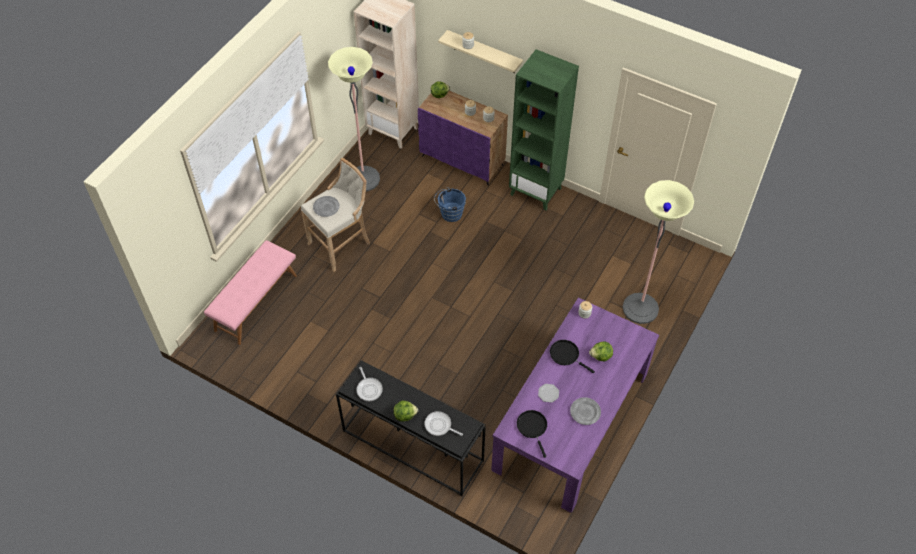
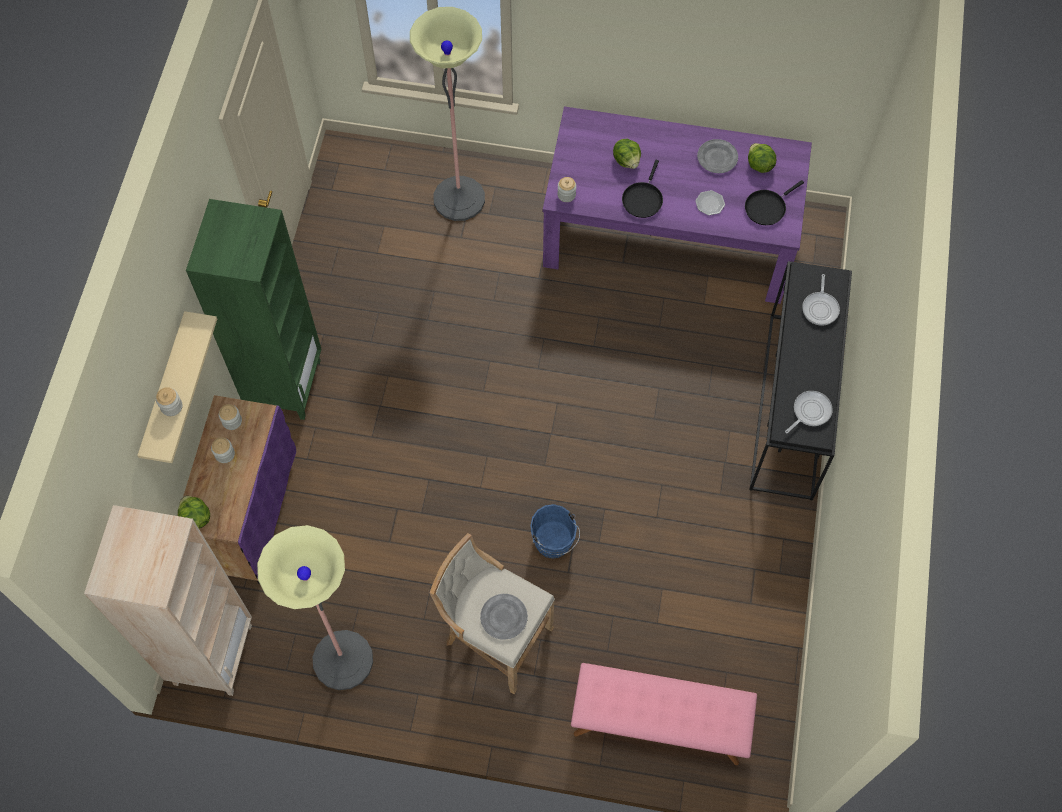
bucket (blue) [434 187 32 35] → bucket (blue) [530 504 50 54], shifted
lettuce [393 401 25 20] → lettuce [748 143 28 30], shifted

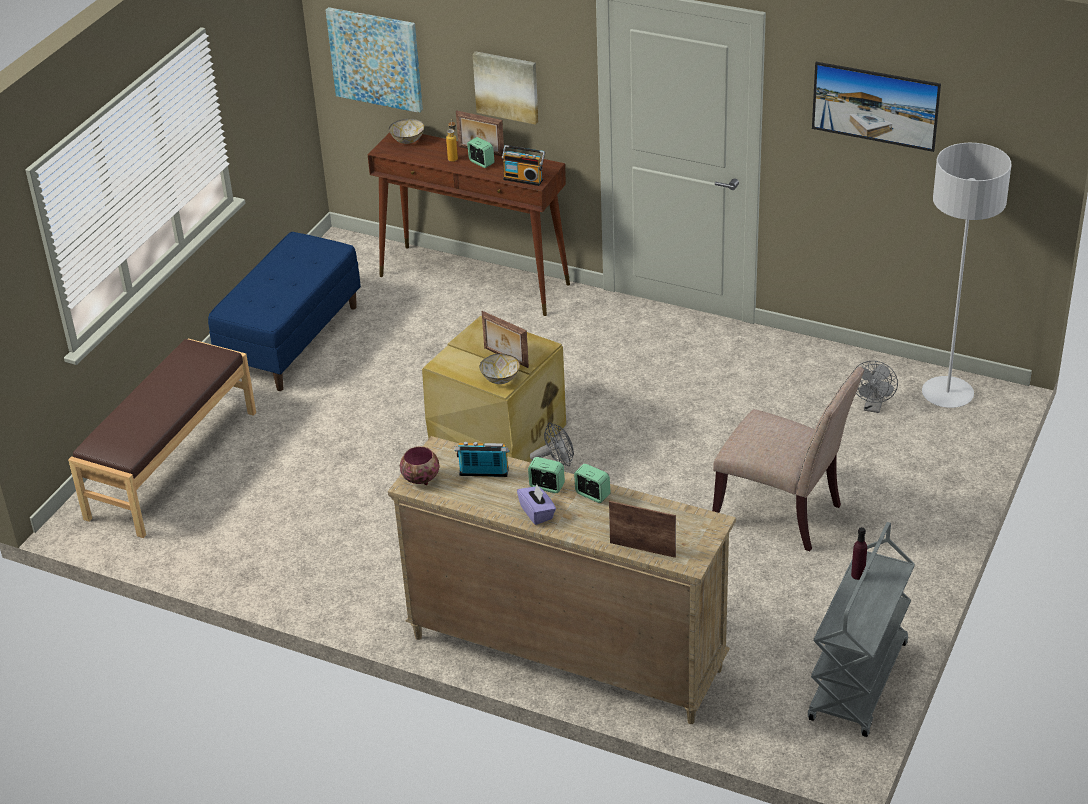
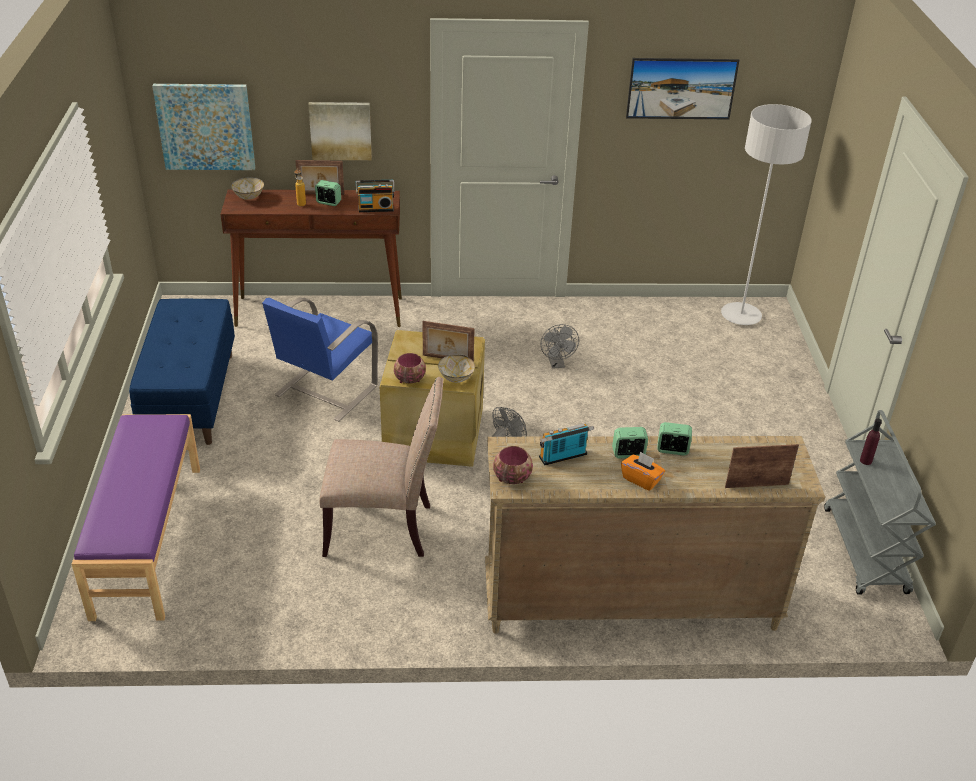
bench (brown) [68 339 188 199] → bench (purple) [72 414 128 207]
fan (grey) [854 361 44 52] → fan (grey) [541 324 38 45], shifted
chair (beige) [712 367 152 184] → chair (beige) [320 377 124 180], shifted
tissue box (purple) [517 484 39 41] → tissue box (orange) [621 451 44 40]
- → chair (blue) [262 298 116 124]
- → bowl [394 353 32 31]

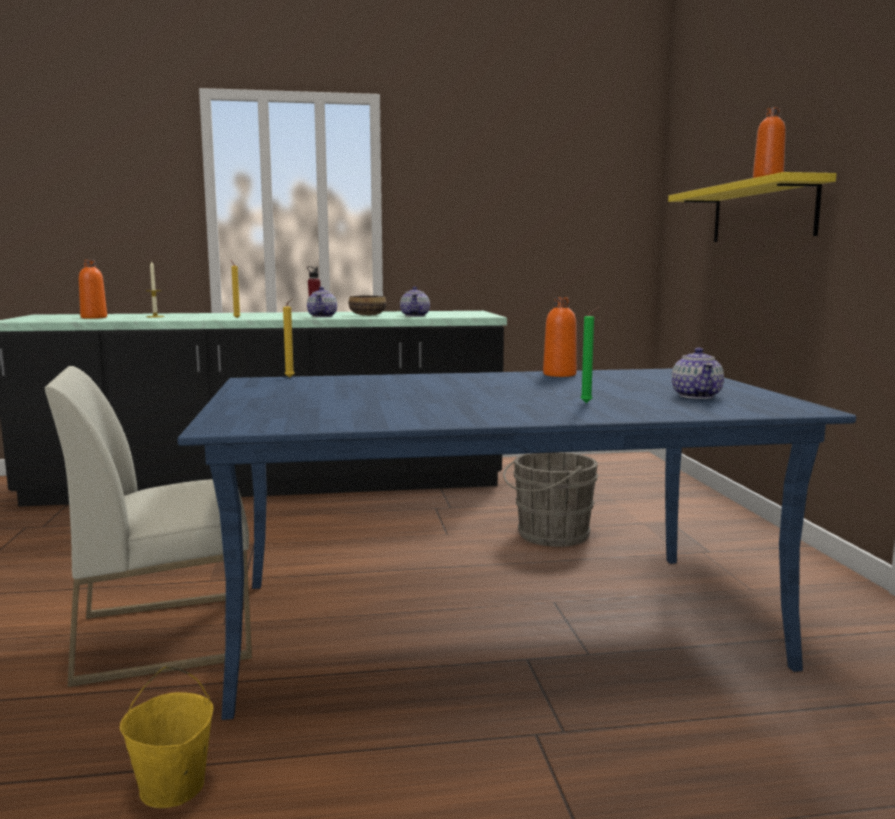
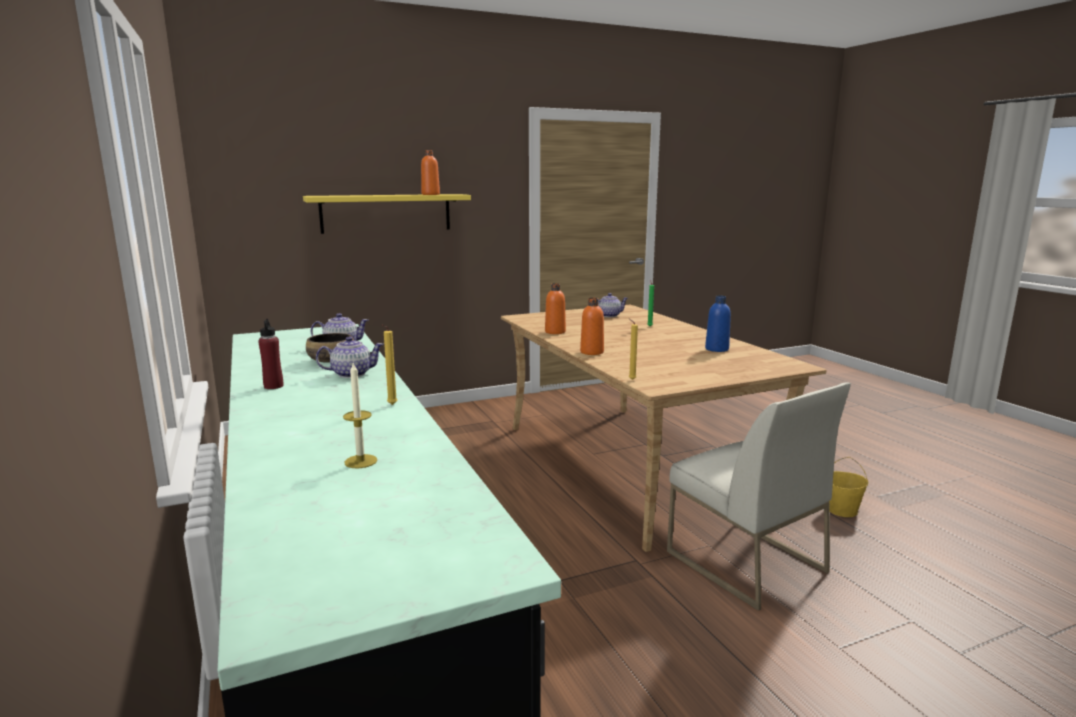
bottle (orange) [79 260 28 59] → bottle (orange) [580 298 24 57], shifted
dining table (blue) [177 368 679 352] → dining table (beige) [501 305 326 247]
bucket (grey) [503 452 95 95] → -
- → bottle (blue) [705 295 26 57]

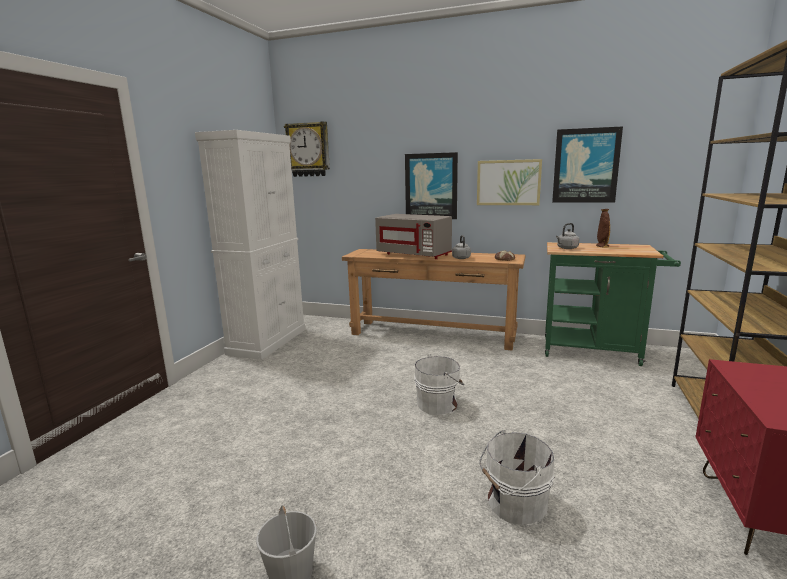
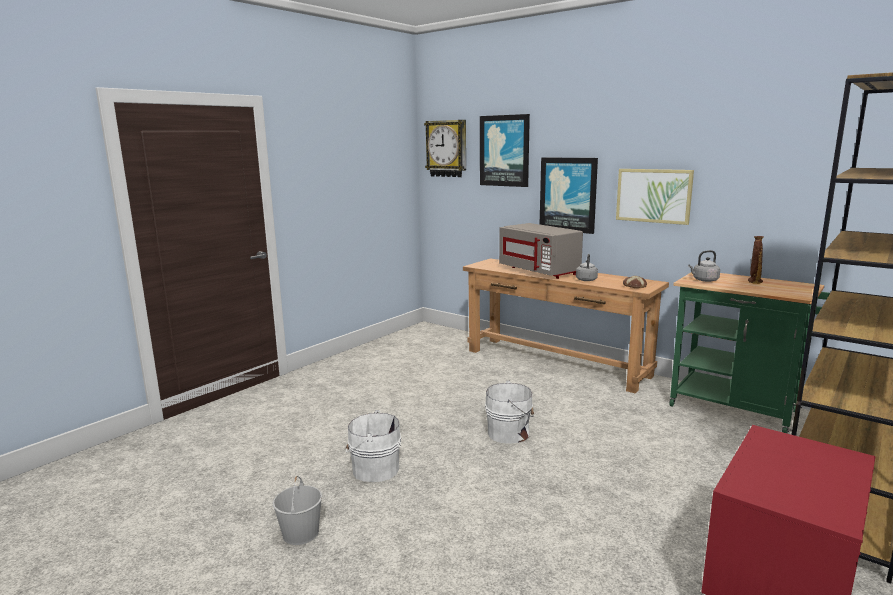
picture [552 126 71 77] → picture [480 114 50 73], shifted
cabinet (white) [195 130 111 230] → -
bucket (white) [479 430 75 95] → bucket (white) [346 410 55 72], shifted

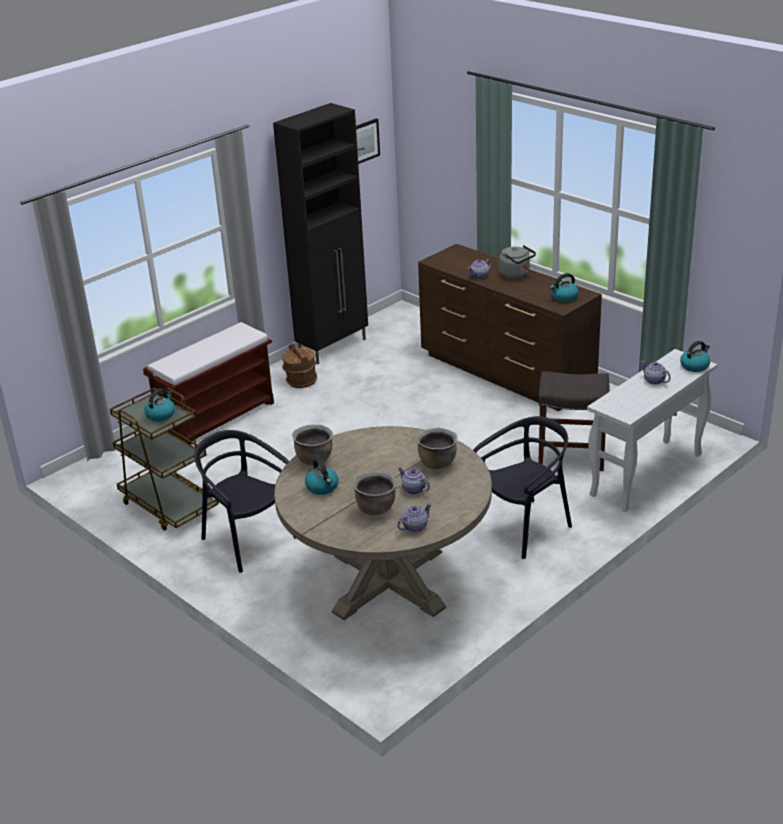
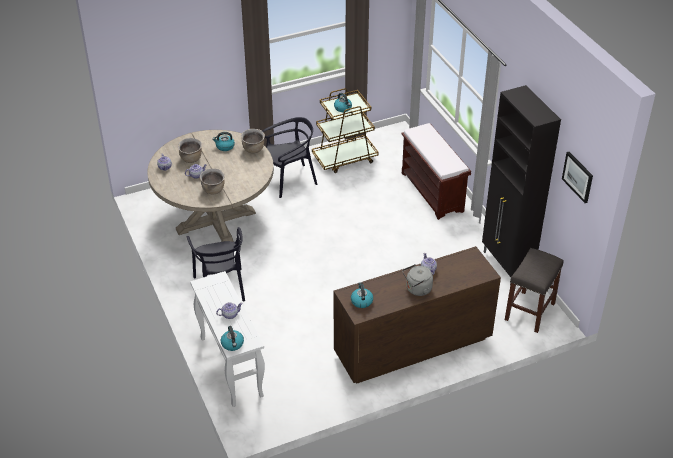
bucket (brown) [282 344 35 44] → -
stool (grey) [538 371 71 100] → stool (grey) [505 248 58 85], shifted

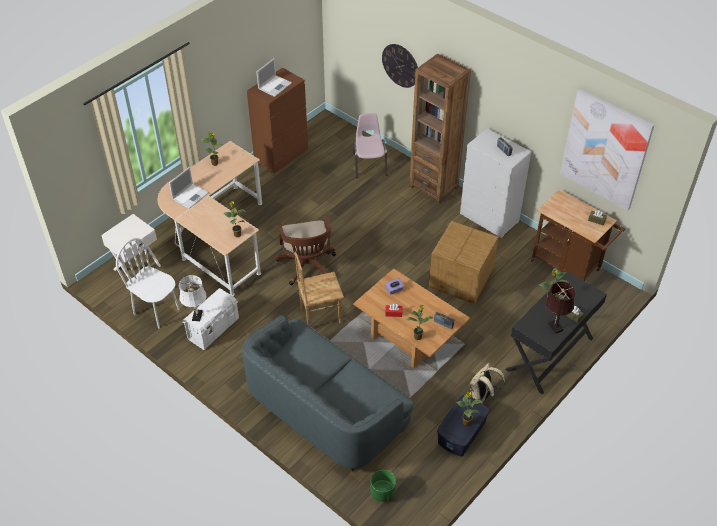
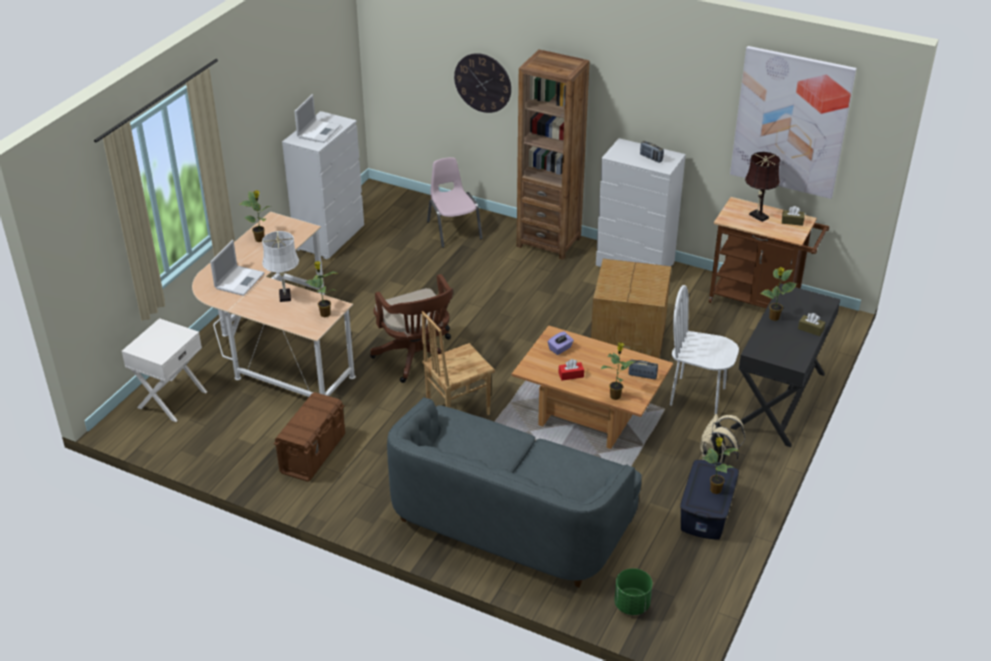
dresser (brown) [247 68 61 105] → dresser (white) [282 111 82 148]
chair (white) [116 238 64 91] → chair (white) [670 285 69 129], shifted
table lamp (white) [179 275 27 46] → table lamp (white) [262 231 37 71], shifted
table lamp (brown) [545 281 30 52] → table lamp (brown) [745 152 35 70], shifted
storage box (white) [183 288 56 62] → storage box (brown) [274 392 71 90]

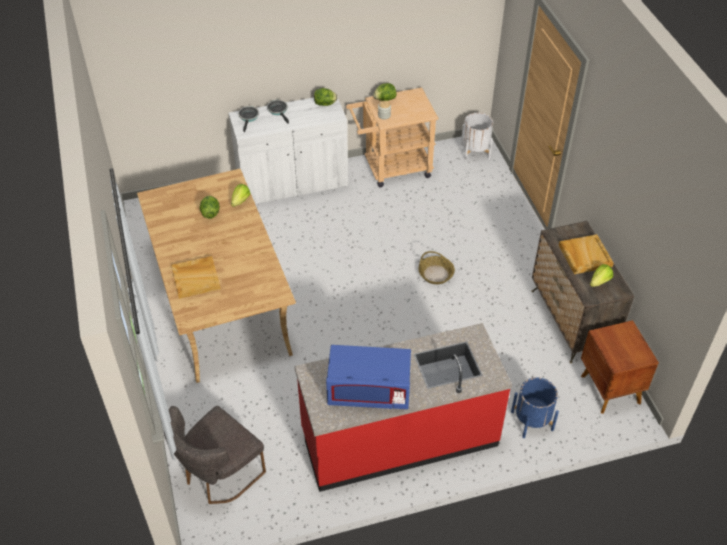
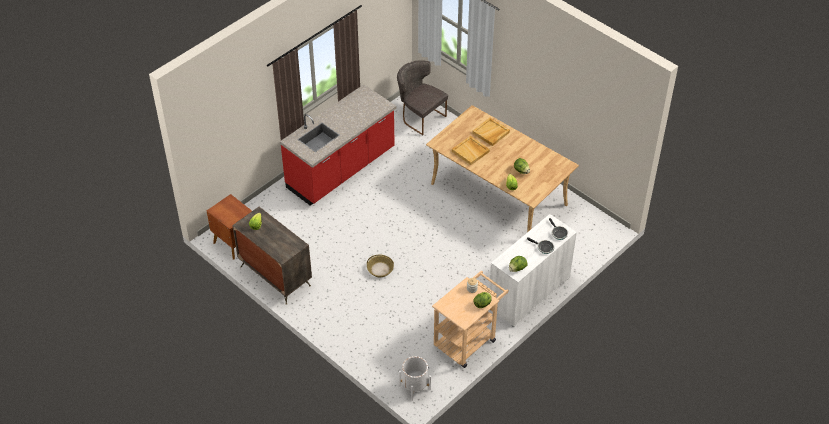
tray (beige) [559 234 55 40] → tray (beige) [452 136 38 29], shifted
microwave (blue) [326 345 85 64] → -
planter (blue) [511 377 48 61] → -
chair (grey) [163 406 103 98] → chair (grey) [397 60 51 75], 60 degrees counterclockwise

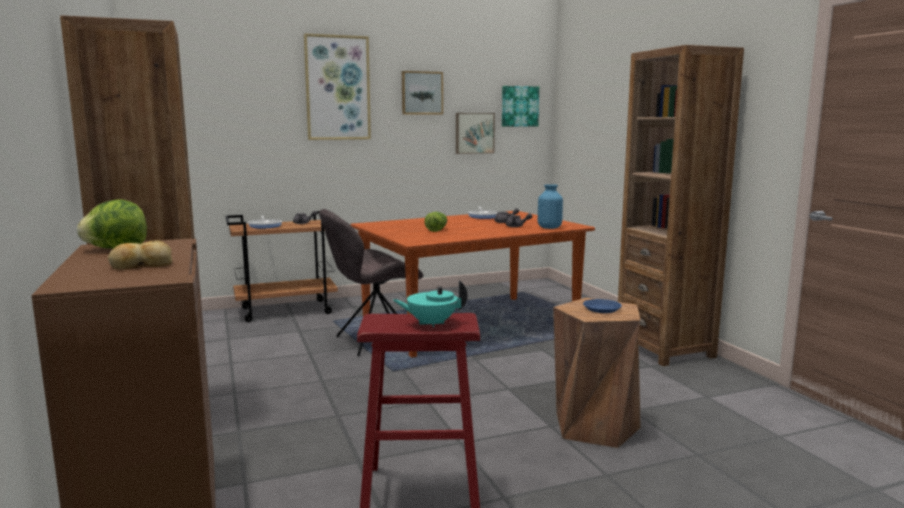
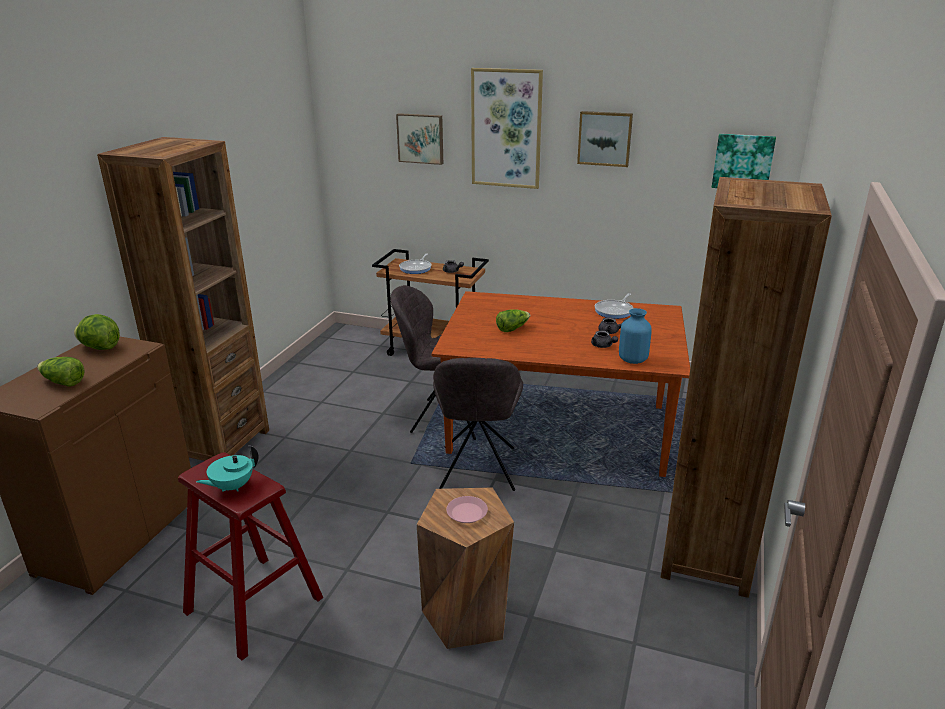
picture [456 113 39 41] → picture [396 113 47 52], shifted
bread [108 240 64 30] → lettuce [37 357 48 30]
teapot (turquoise) [393 280 74 48] → teapot (turquoise) [196 445 63 47], 75 degrees counterclockwise
plate (blue) [583 299 39 14] → plate (pink) [446 496 42 27]
- → chair (grey) [433 358 90 133]

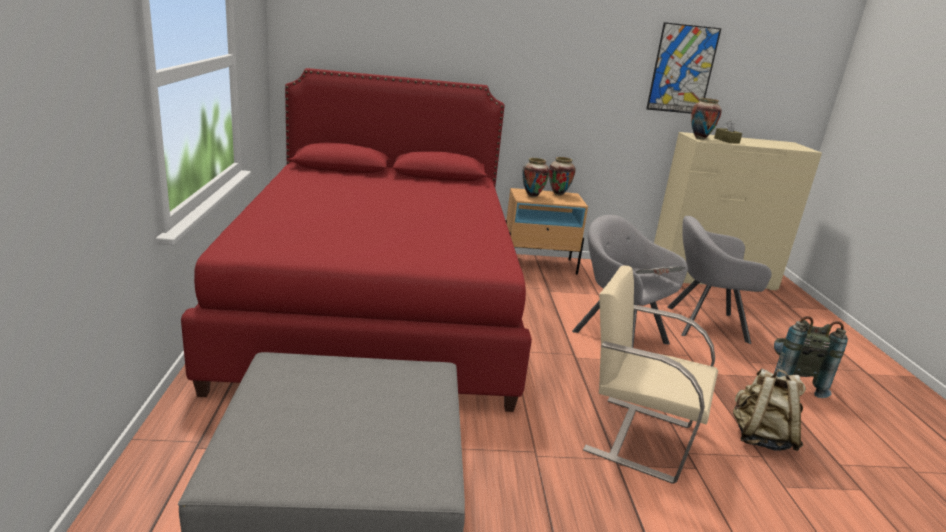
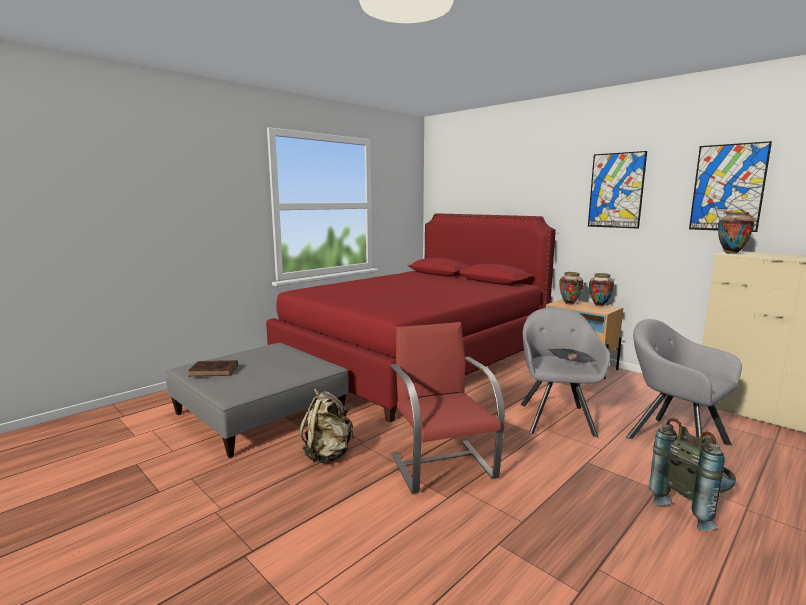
tissue box (brown) [714 121 28 23] → -
chair (beige) [583 266 135 218] → chair (red) [390 322 115 172]
backpack (beige) [733 368 73 83] → backpack (beige) [299 388 55 75], shifted
- → picture [588 151 59 78]
- → book (brown) [188 360 50 17]

